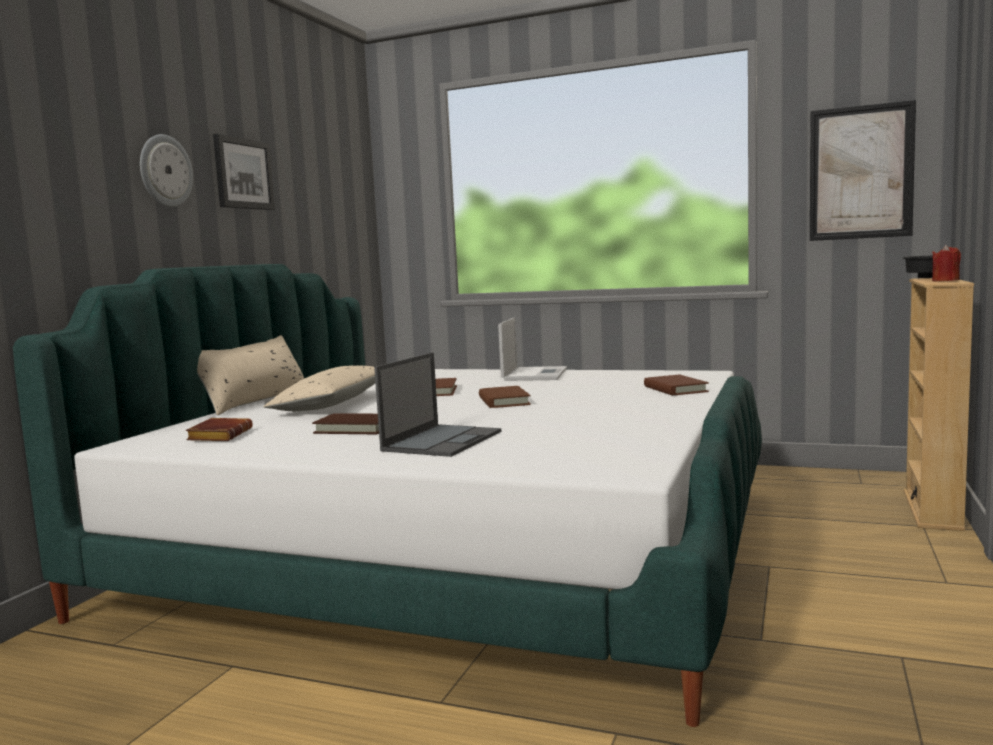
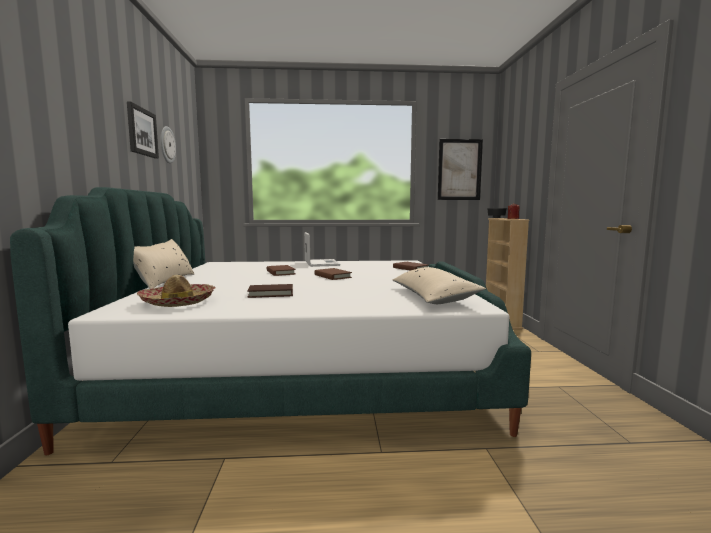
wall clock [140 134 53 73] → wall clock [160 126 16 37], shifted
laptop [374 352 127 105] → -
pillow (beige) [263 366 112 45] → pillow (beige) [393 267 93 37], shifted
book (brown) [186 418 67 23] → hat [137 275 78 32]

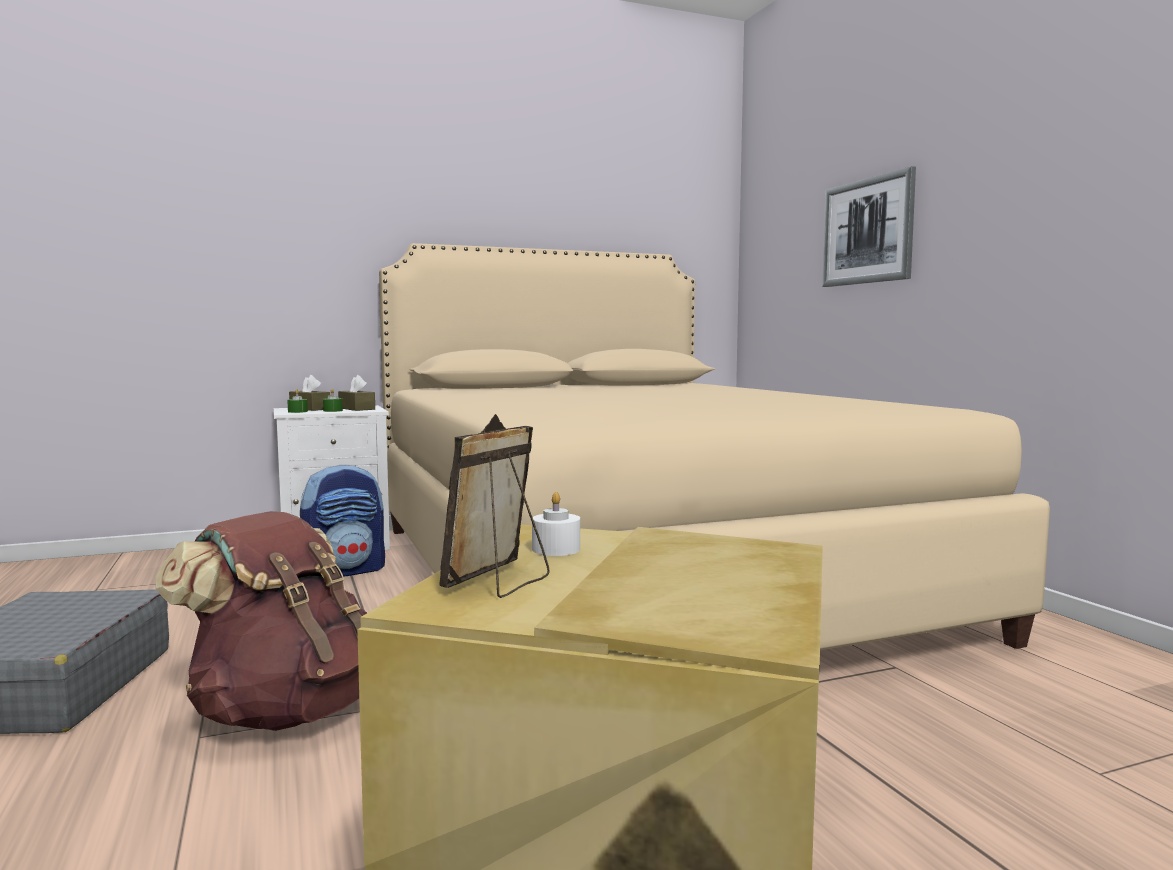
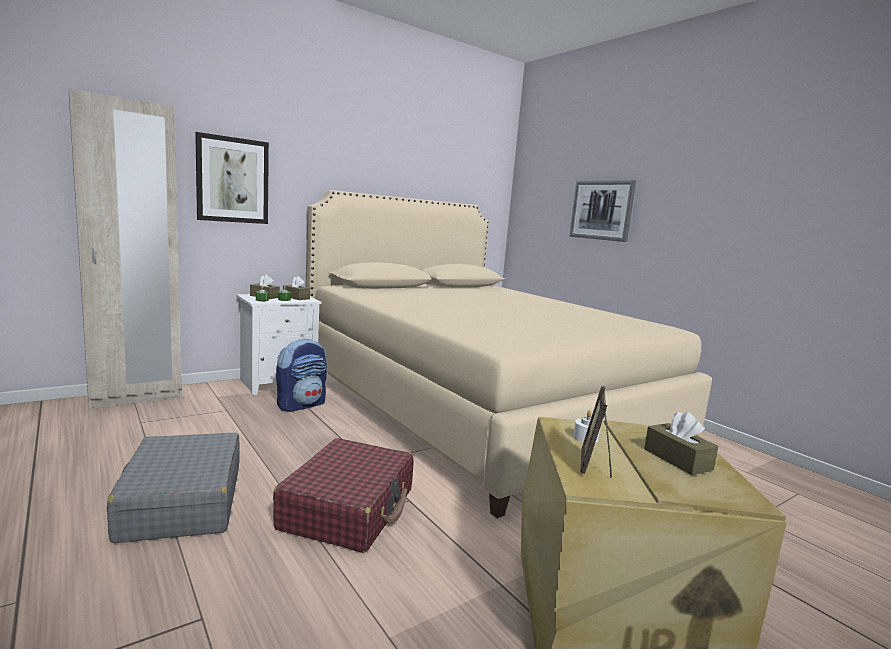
backpack (brown) [156 511 211 220] → suitcase (red) [273 438 141 115]
- → wardrobe (beige) [69 88 113 321]
- → picture [195 132 74 92]
- → tissue box (brown) [644 412 74 63]

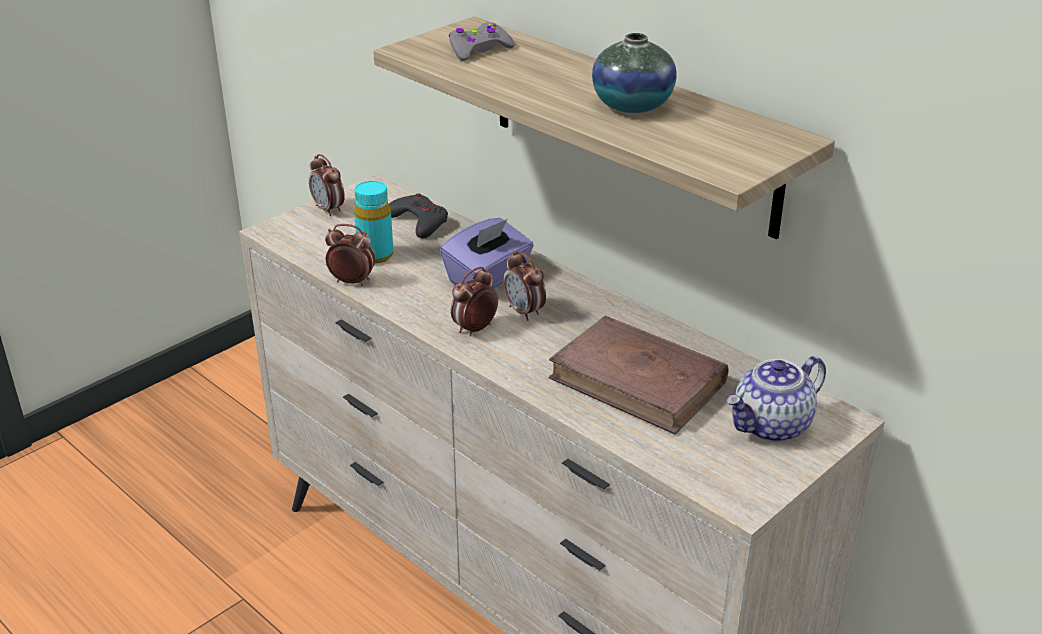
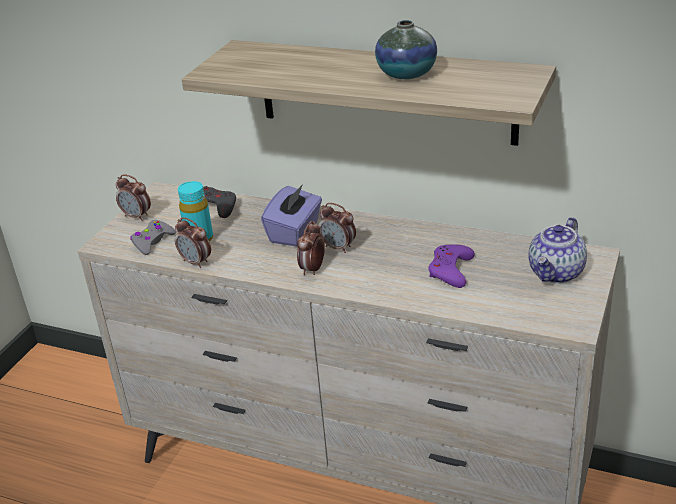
game controller (grey) [448 22 67 39] → game controller (grey) [130 220 46 35], shifted
alarm clock [325 224 50 62] → alarm clock [175 217 36 51], 135 degrees counterclockwise
book (brown) [549 316 180 118] → game controller (purple) [428 244 47 44]

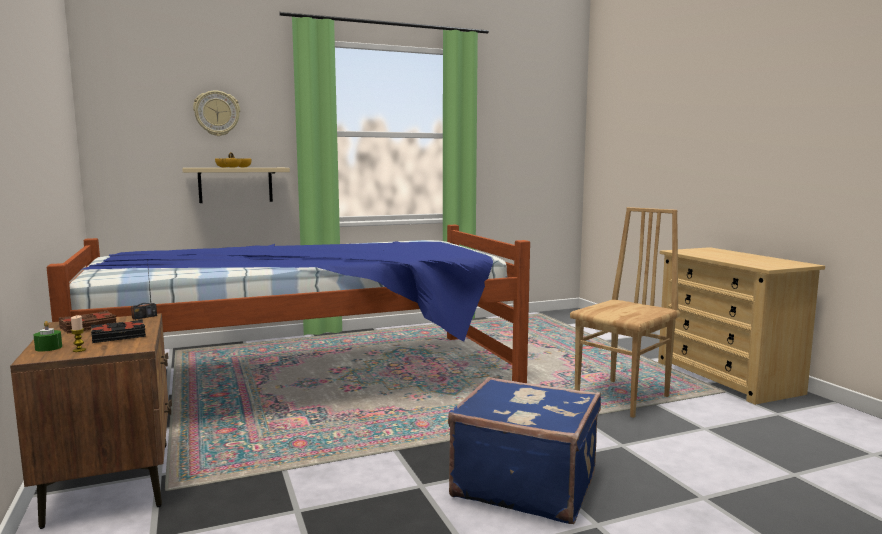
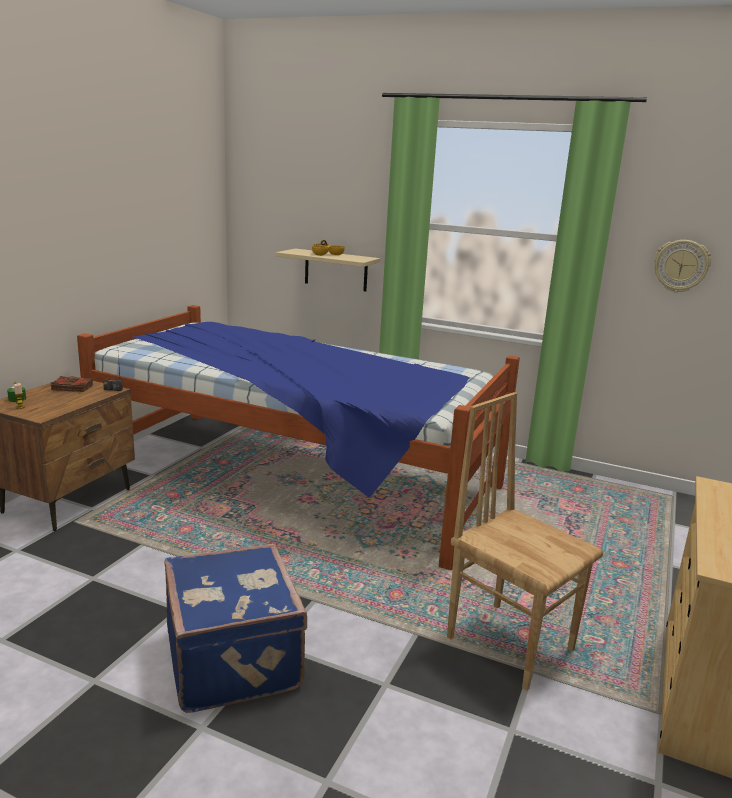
wall clock [193 90 47 46] → wall clock [654 240 57 53], shifted
chair (brown) [570 207 110 211] → chair (brown) [447 392 157 299], 135 degrees counterclockwise
book (black) [91 319 55 24] → -

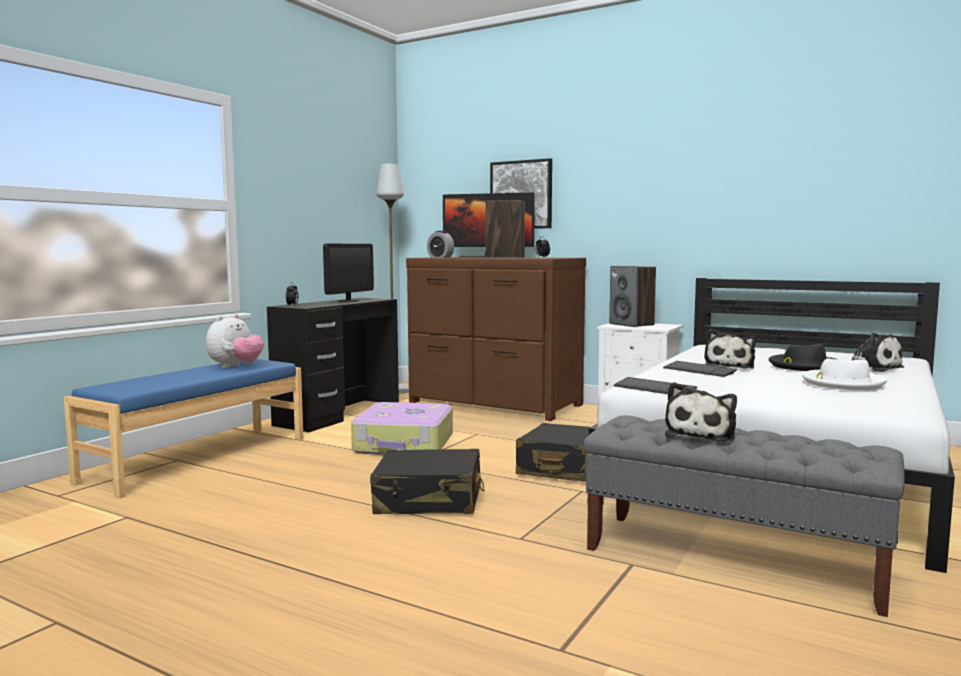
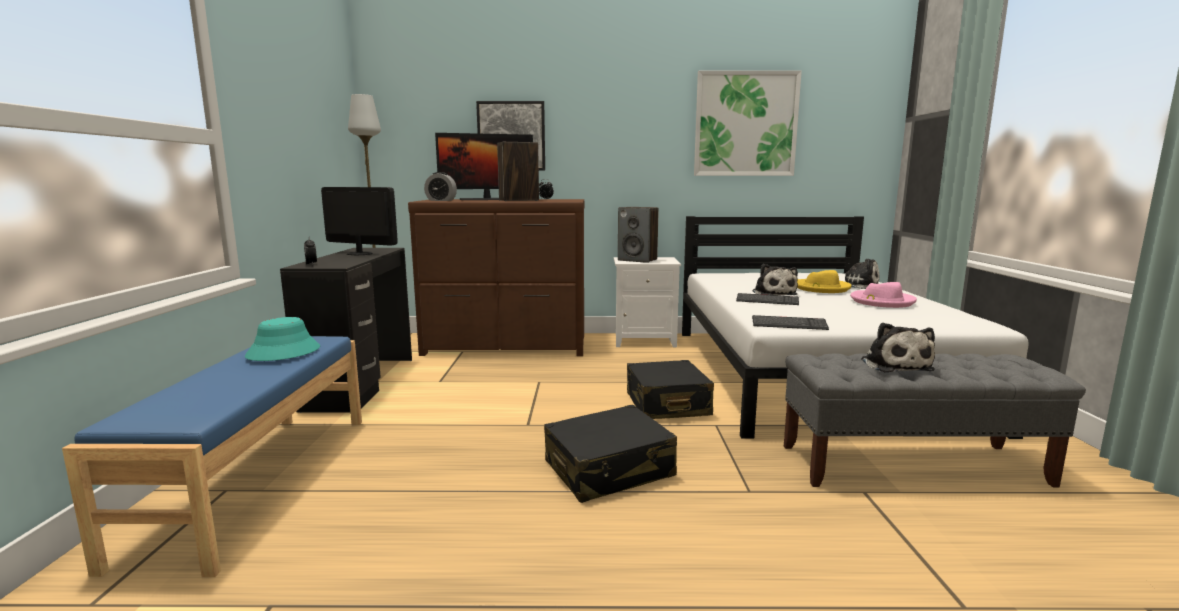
monitor [323 244 51 58] → monitor [321 187 76 68], 60 degrees counterclockwise
plush toy [206 314 58 54] → hat (turquoise) [245 317 75 44]
hat (black) [769 344 67 27] → hat (yellow) [797 270 54 23]
hat (white) [802 358 86 32] → hat (pink) [850 282 67 26]
suitcase [351 402 102 53] → -
- → picture [694 70 108 106]

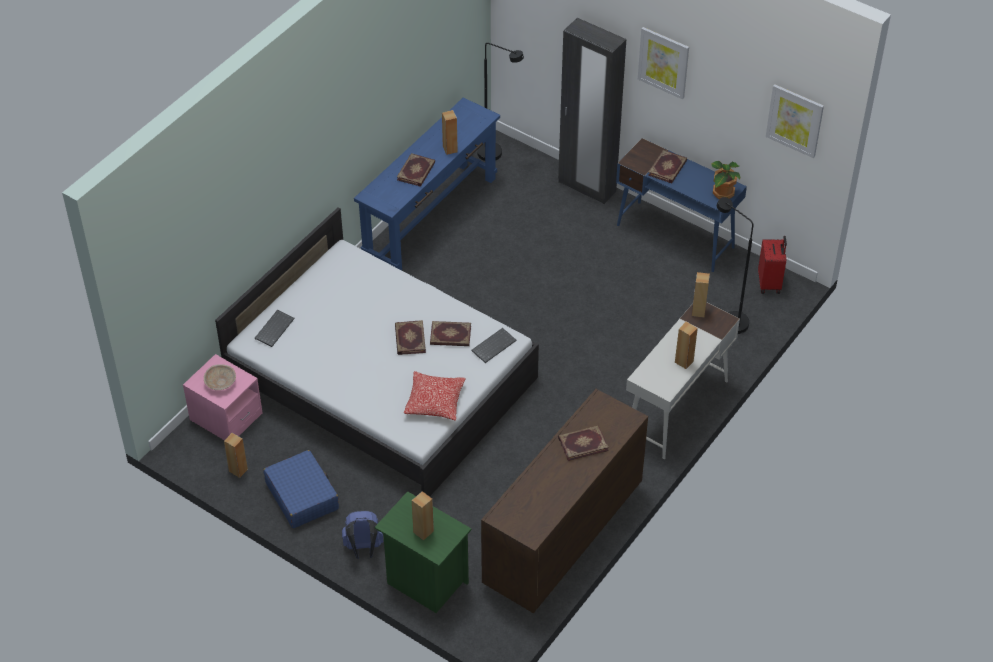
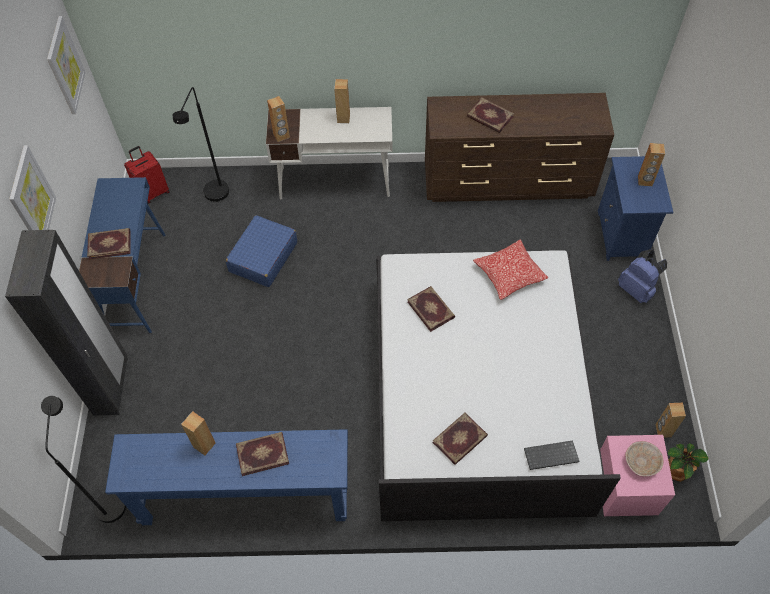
potted plant [711 161 29 38] → potted plant [668 443 41 39], shifted
book [395 320 31 35] → book [432 413 56 52], shifted
keyboard [471 328 46 35] → -
suitcase (blue) [264 450 75 78] → suitcase (blue) [226 215 71 72], shifted
nightstand (green) [375 491 96 122] → nightstand (blue) [598 156 75 105]

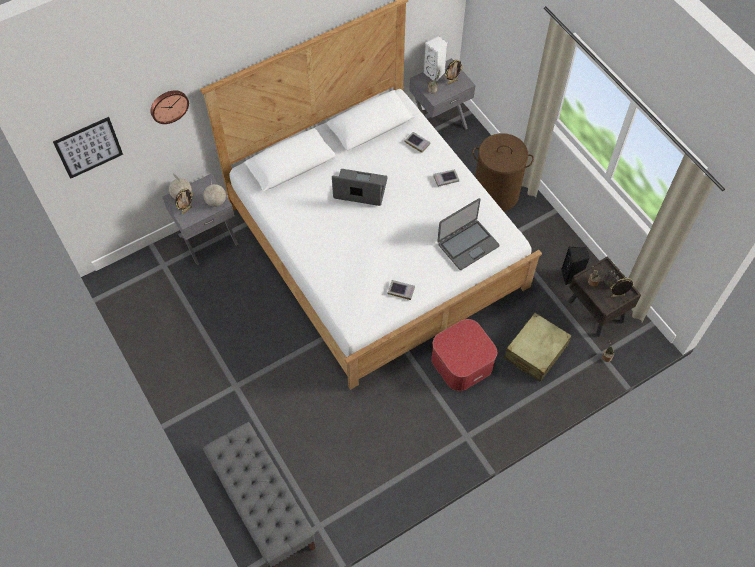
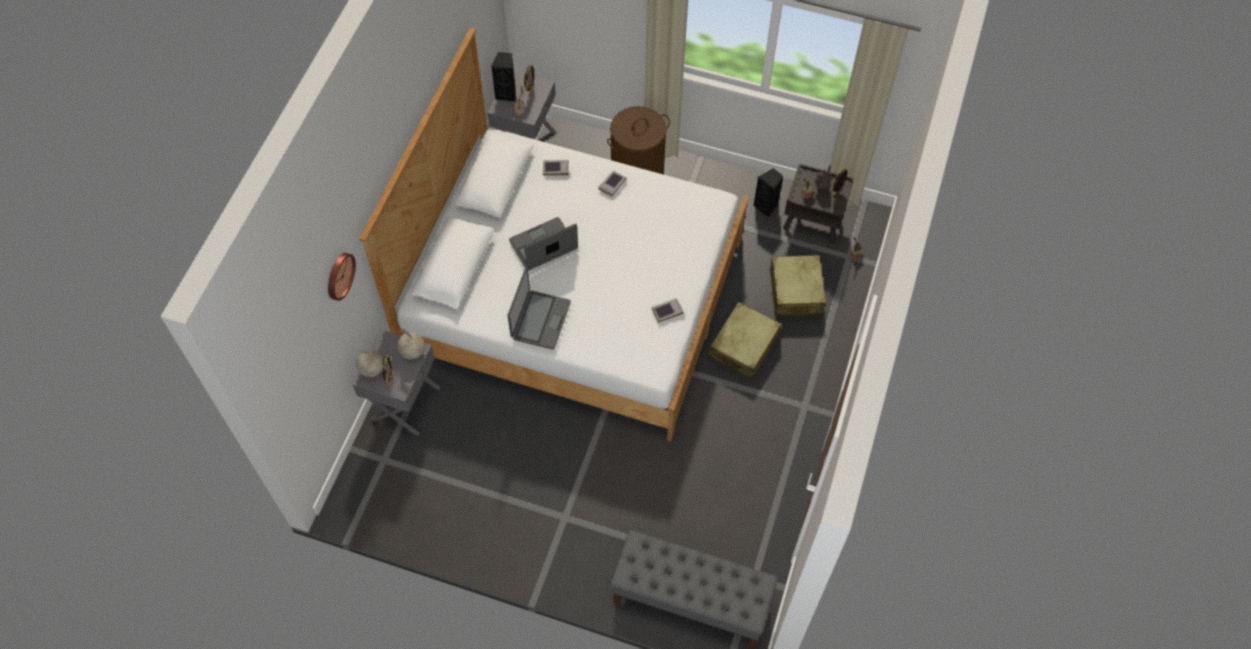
speaker (white) [423 36 24 46] → speaker (black) [491 52 25 49]
picture [53 117 70 62] → -
laptop [437 198 62 72] → laptop [508 267 63 83], shifted
ottoman [431 319 66 72] → suitcase (beige) [709 302 72 77]

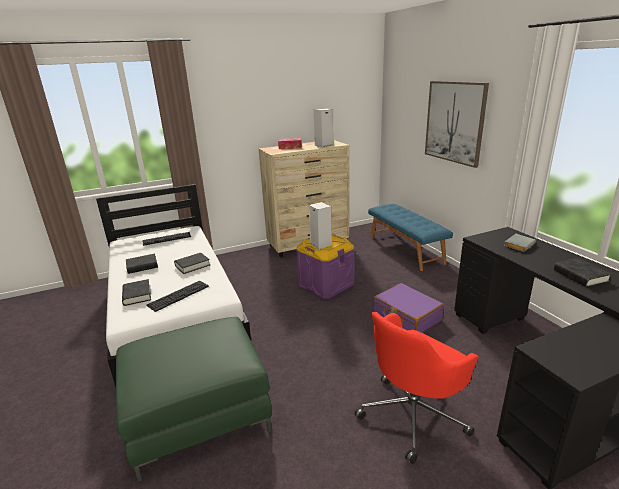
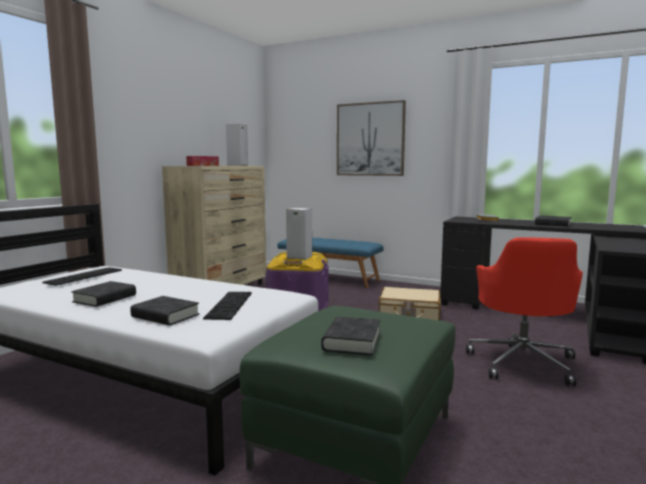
book (black) [174 253 36 21] → book (black) [321 316 60 40], shifted
suitcase (purple) [373 283 71 50] → suitcase (beige) [379 287 62 33]

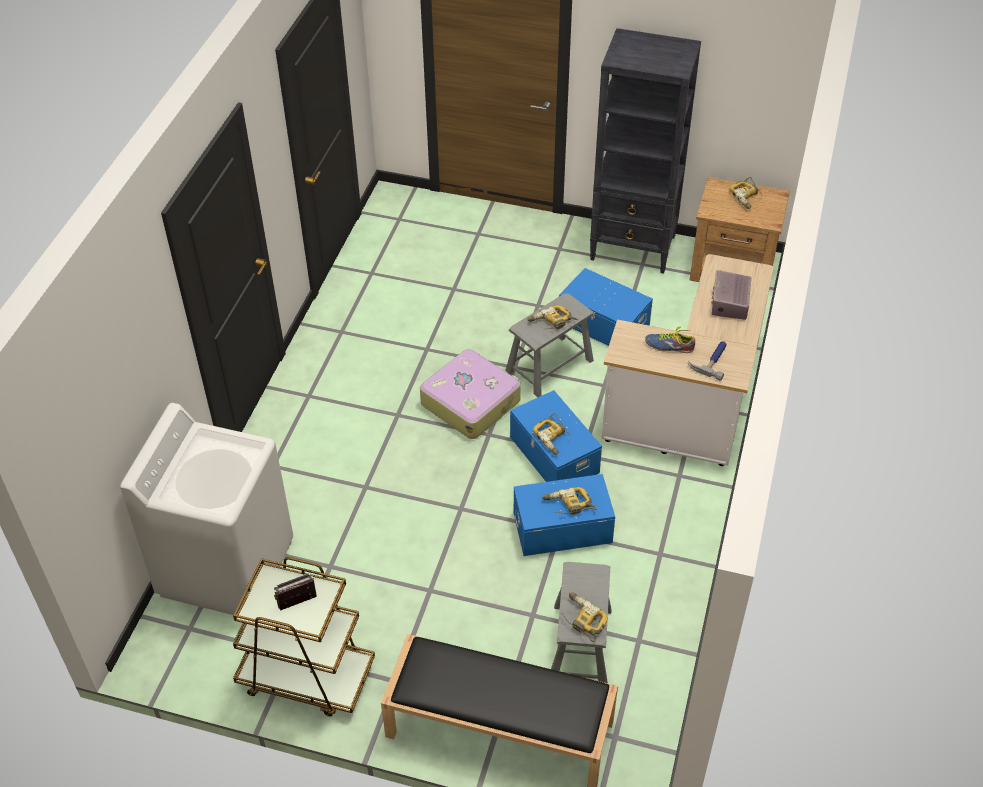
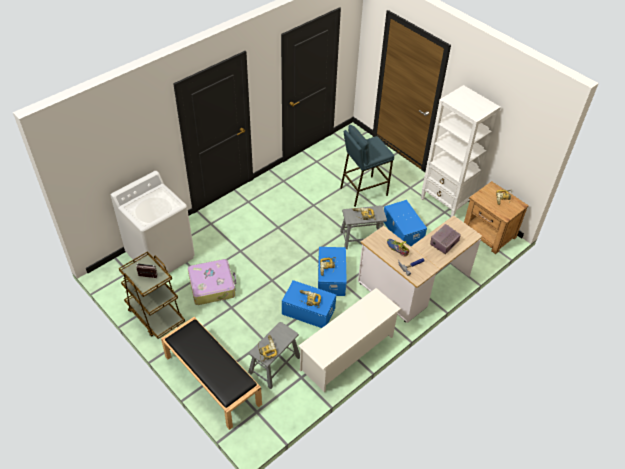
bookcase (black) [590 28 111 246] → bookcase (white) [421 85 80 132]
suitcase [420 349 101 90] → suitcase [188 259 48 46], shifted
- → stool (blue) [340 125 54 82]
- → shoe rack (white) [298 288 103 104]

